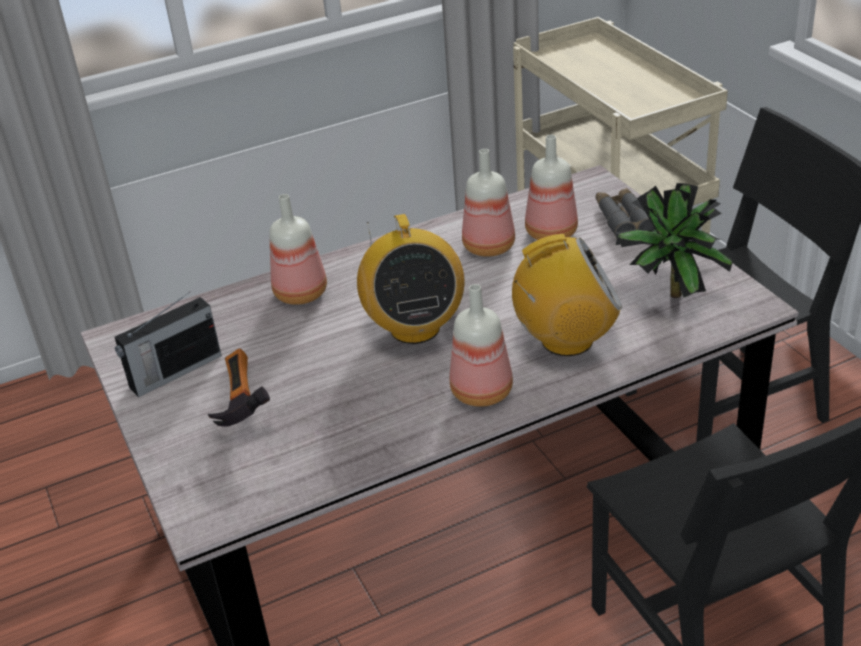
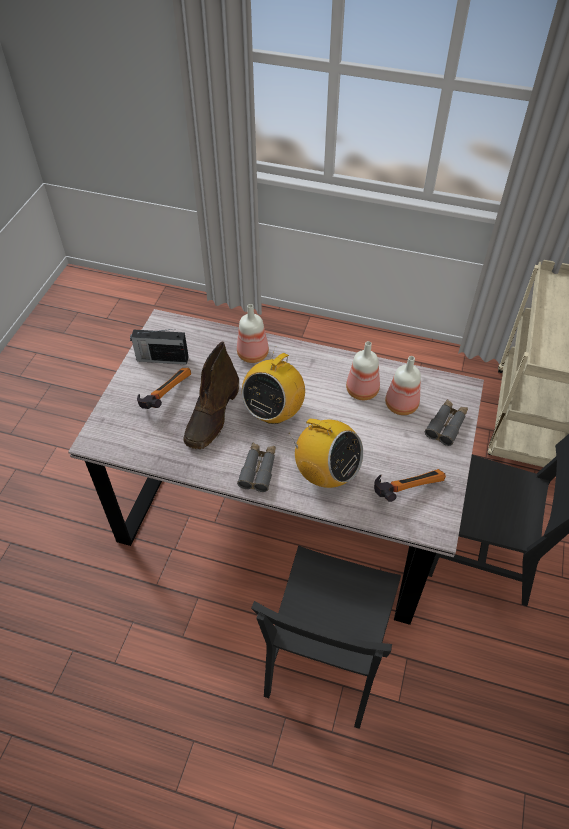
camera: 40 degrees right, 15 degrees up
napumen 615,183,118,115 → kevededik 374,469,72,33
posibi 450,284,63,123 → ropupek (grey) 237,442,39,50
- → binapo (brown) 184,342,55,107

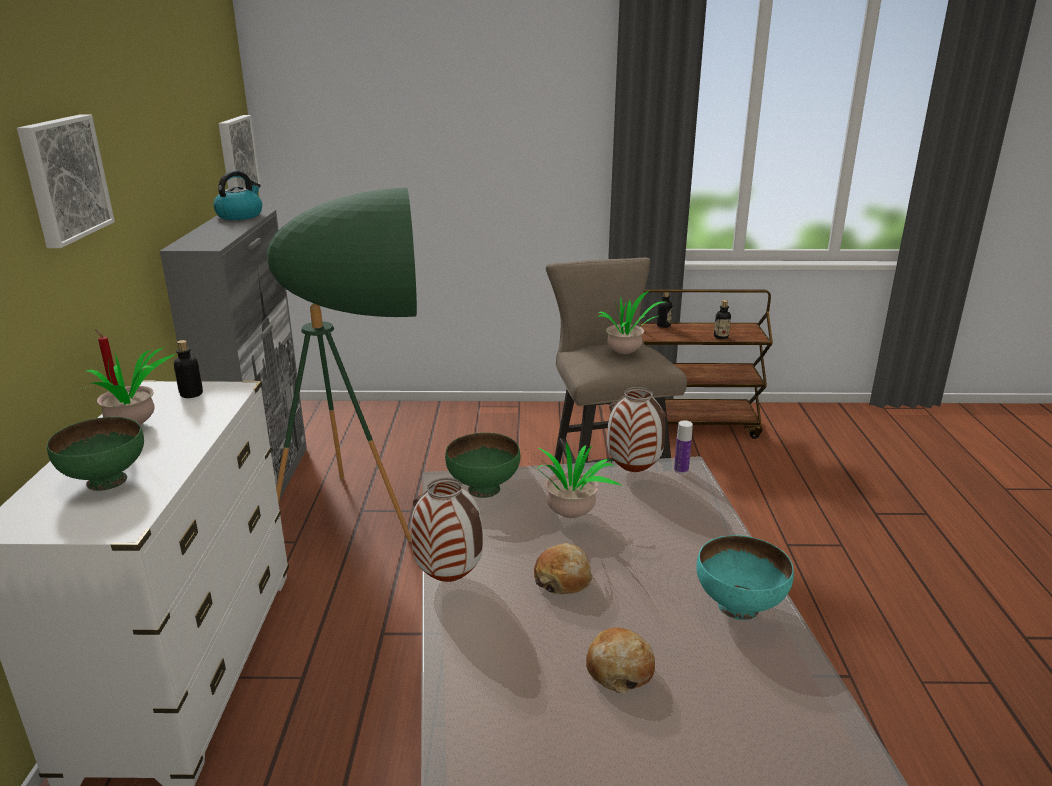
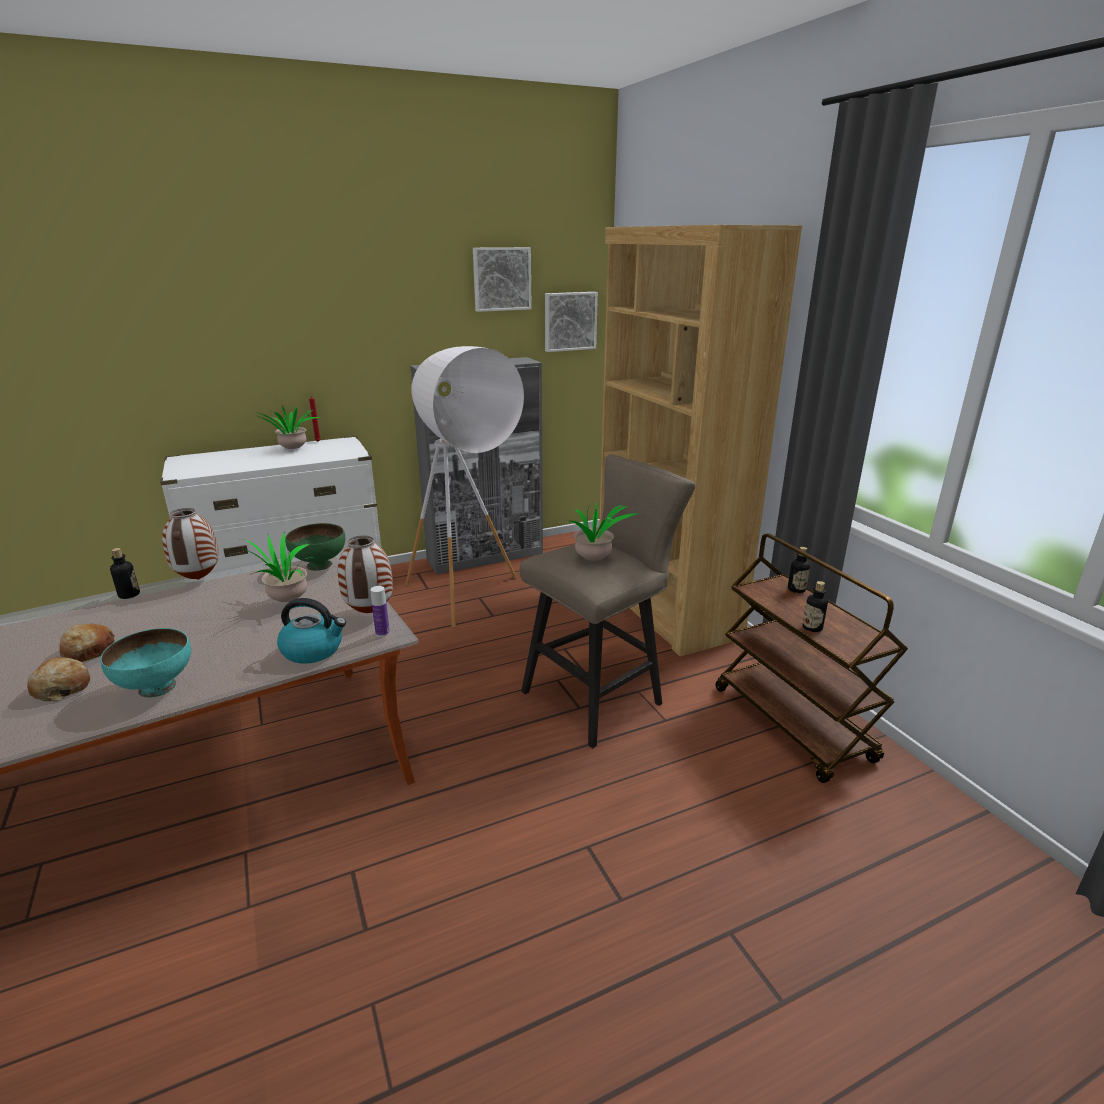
camera: 65 degrees right, 0 degrees up
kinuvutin 17,115,98,133 → kinuvutin 473,247,59,65, relocated
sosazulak 213,171,49,49 → sosazulak 277,598,69,66, relocated
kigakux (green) 267,188,150,354 → kigakux (white) 405,346,119,281
posibi 174,340,29,58 → posibi 110,548,30,51, relocated
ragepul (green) 47,417,97,74 → -
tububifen 534,543,59,51 → tububifen 27,657,63,45, relocated
- → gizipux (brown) 599,225,203,432

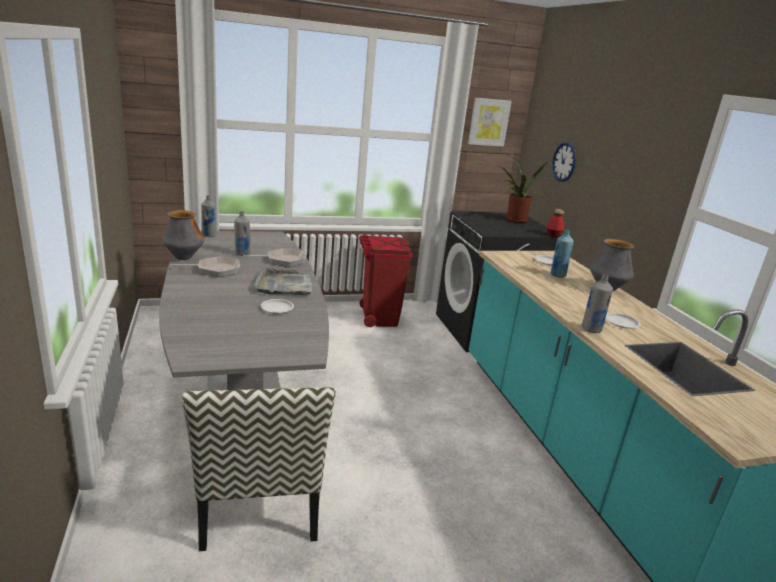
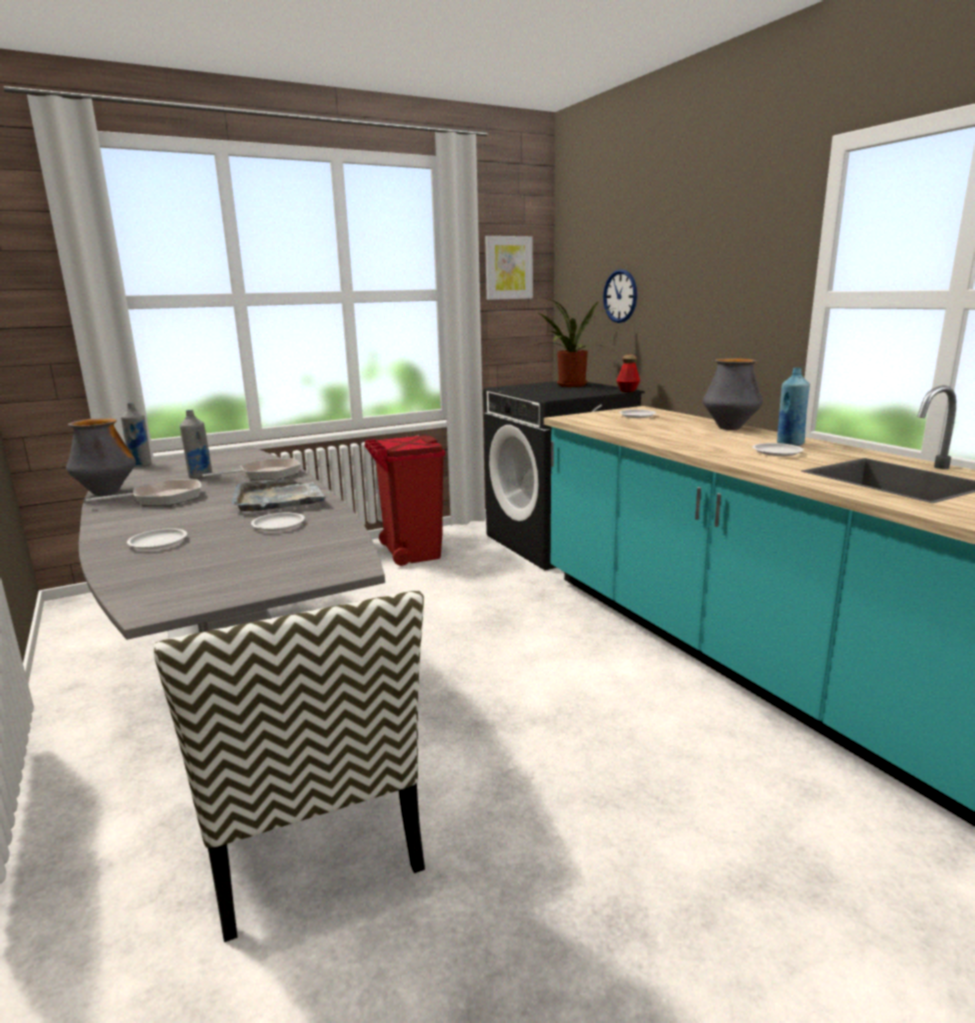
camera: 10 degrees left, 5 degrees down
posibi (blue) 550,230,24,48 → posibi (blue) 777,368,33,78, relocated
posibi (grey) 582,274,31,59 → -
- → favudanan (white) 127,528,60,21

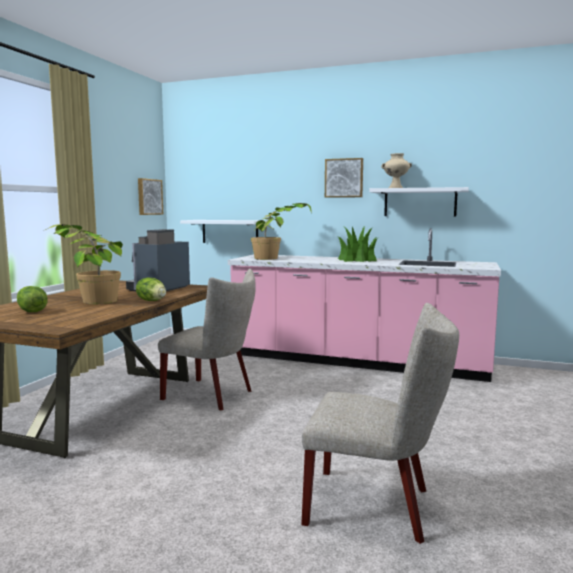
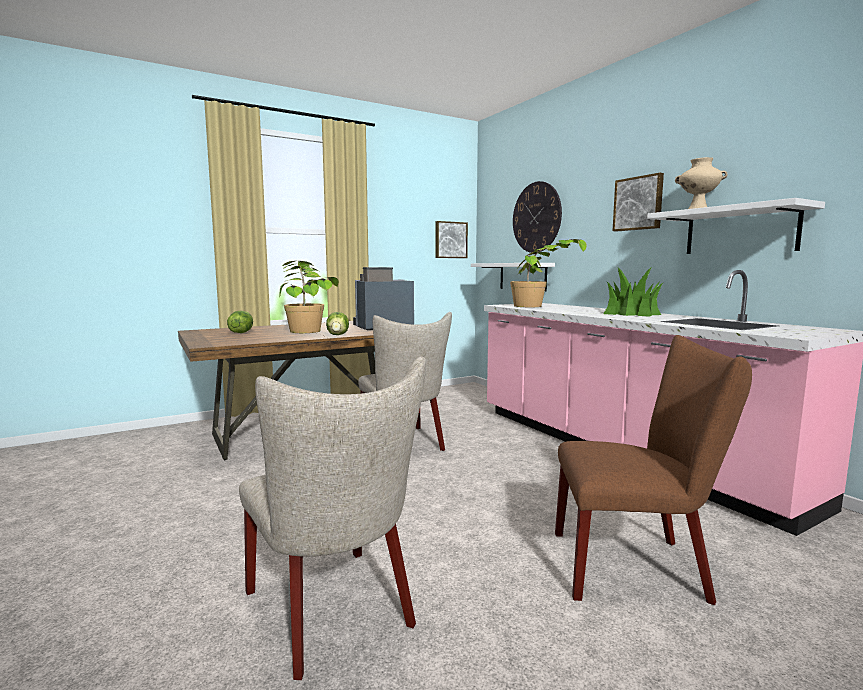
camera: 40 degrees right, 0 degrees up
- → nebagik 513,181,49,72
- → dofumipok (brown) 555,335,197,270

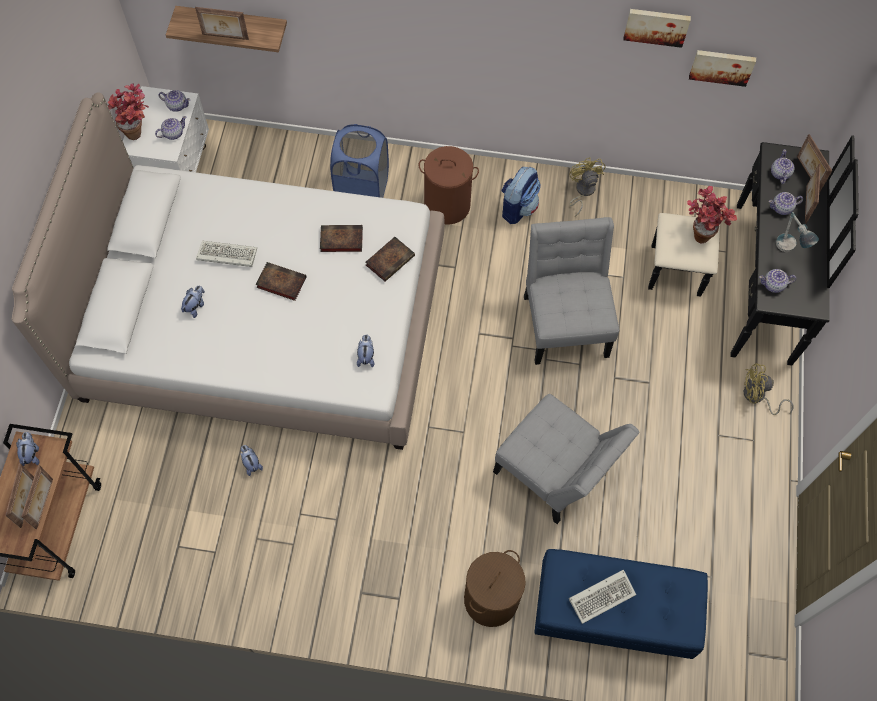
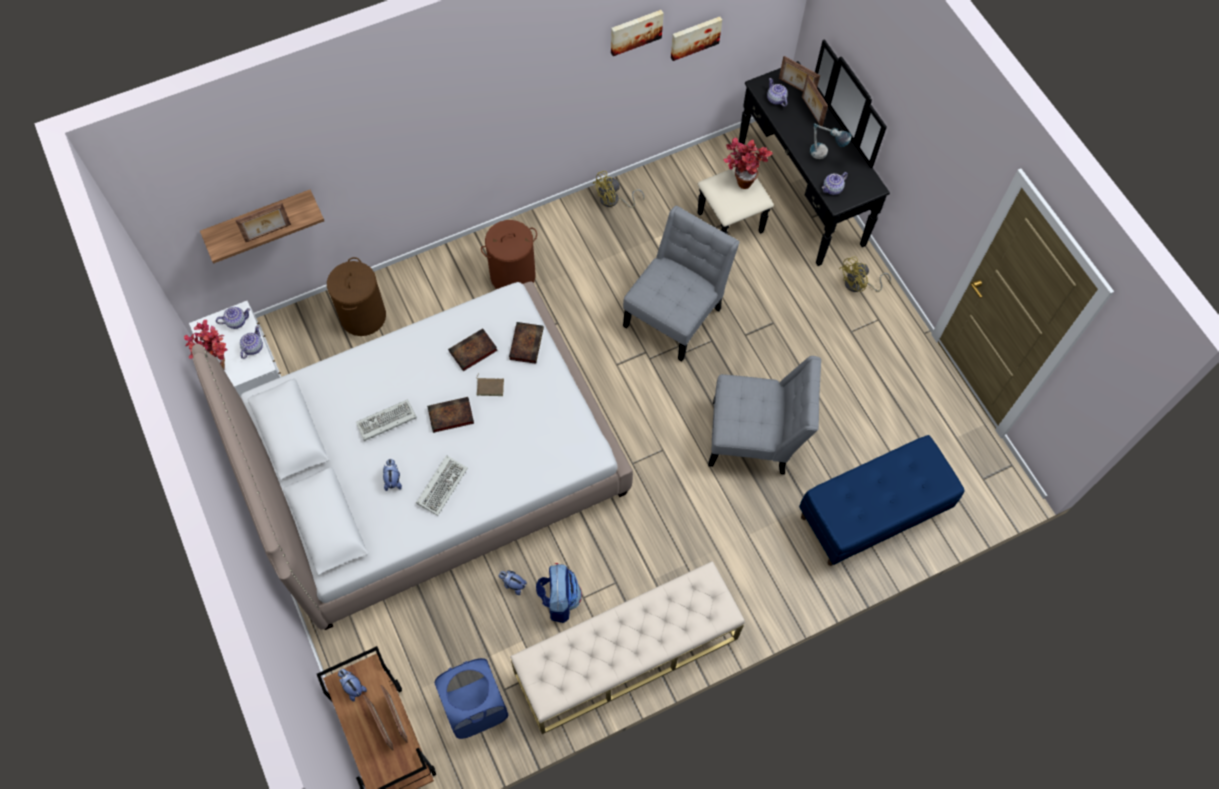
camera: 35 degrees left, 0 degrees up
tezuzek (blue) 330,124,59,74 → tezuzek (blue) 434,658,74,81, relocated
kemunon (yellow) 569,157,36,59 → kemunon (yellow) 593,171,51,37, 75 degrees counterclockwise
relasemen 501,167,40,57 → relasemen 536,563,46,60, relocated
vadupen 769,192,34,23 → -
dofumipok (grey) 524,217,95,148 → dofumipok (grey) 623,206,117,155, 75 degrees clockwise
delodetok 357,334,18,34 → -
tezuzek (brown) 464,550,62,77 → tezuzek (brown) 327,257,59,79, relocated
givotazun 569,570,67,54 → givotazun 416,455,52,61, relocated
- → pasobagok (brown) 477,373,27,23
- → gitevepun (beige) 510,561,235,173

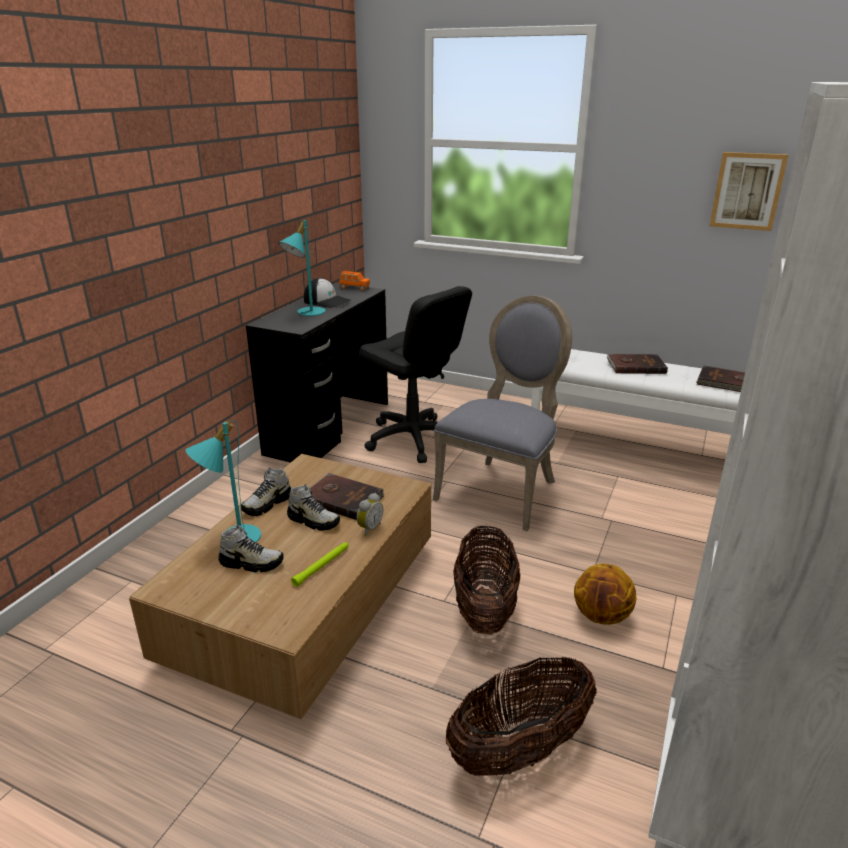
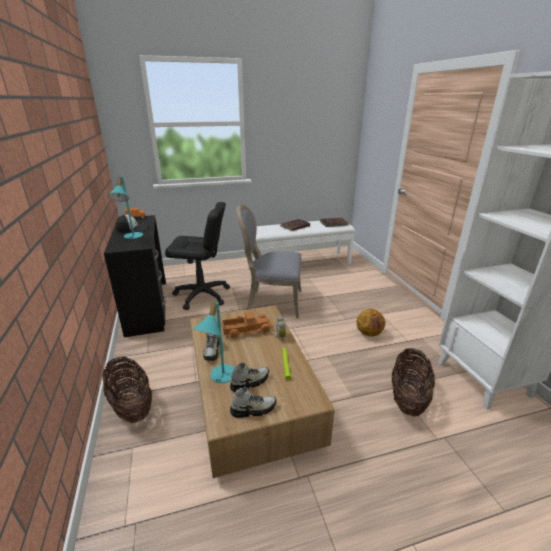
camera: 40 degrees left, 0 degrees up
kinuvutin 710,152,78,79 → -
dofumipok (grey) 433,296,139,235 → dofumipok (grey) 236,205,65,113, 75 degrees counterclockwise
pasobagok (brown) 310,473,75,47 → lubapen 222,311,50,28
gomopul 287,484,53,47 → gomopul 230,387,46,31, relocated
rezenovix 453,525,68,109 → rezenovix 102,356,50,67, relocated

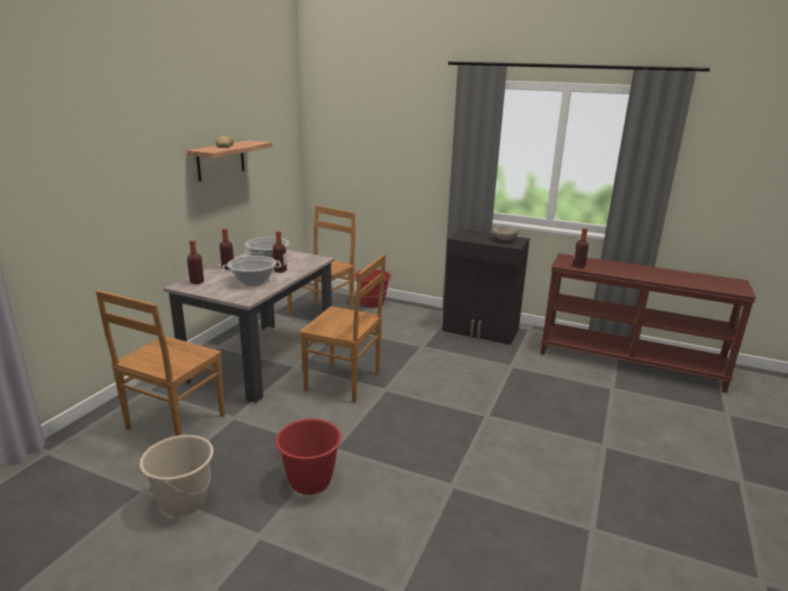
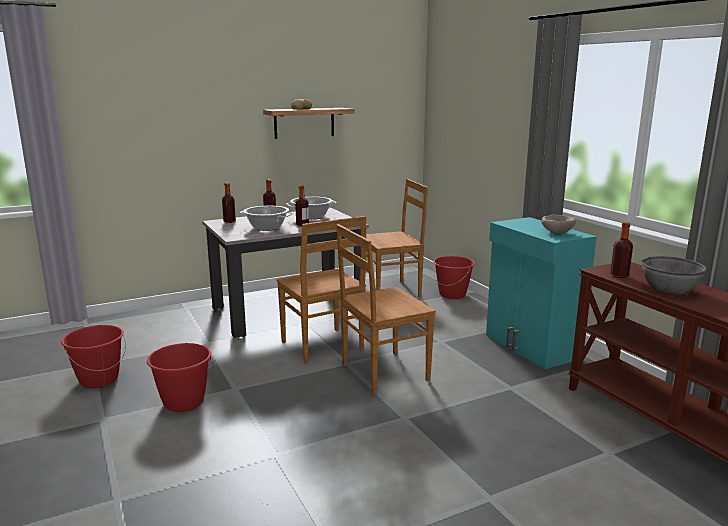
camera: 40 degrees right, 5 degrees down
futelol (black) 442,229,88,116 → futelol (turquoise) 486,217,111,152
dofumipok (brown) 96,290,129,146 → dofumipok (brown) 337,224,99,171, relocated
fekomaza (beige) 140,435,74,81 → fekomaza (red) 61,325,65,63
- → ragepul (grey) 641,256,66,39

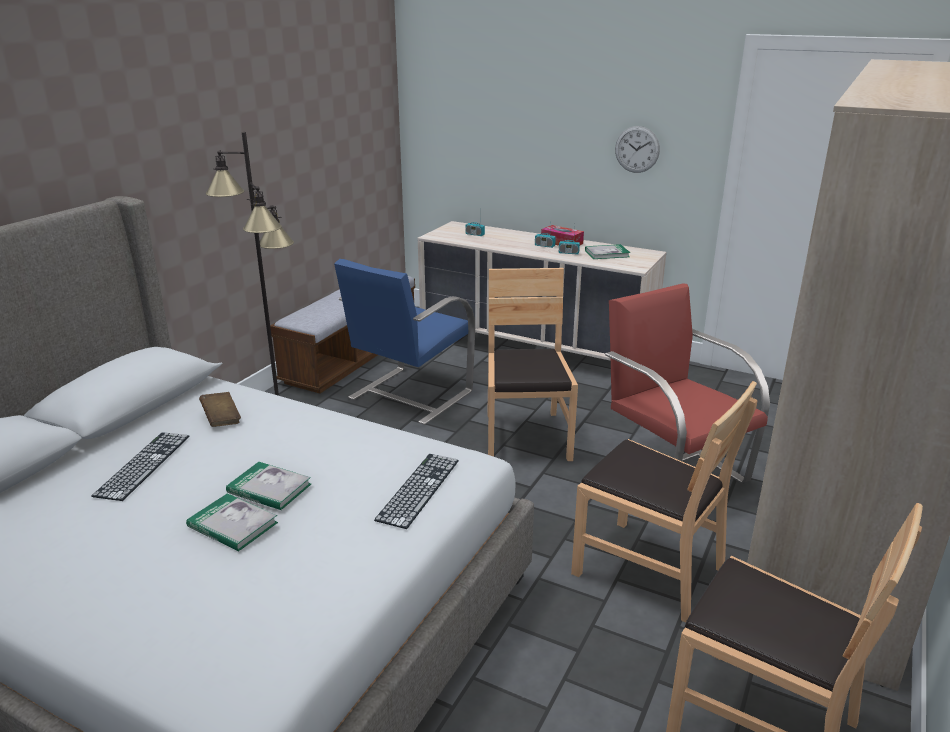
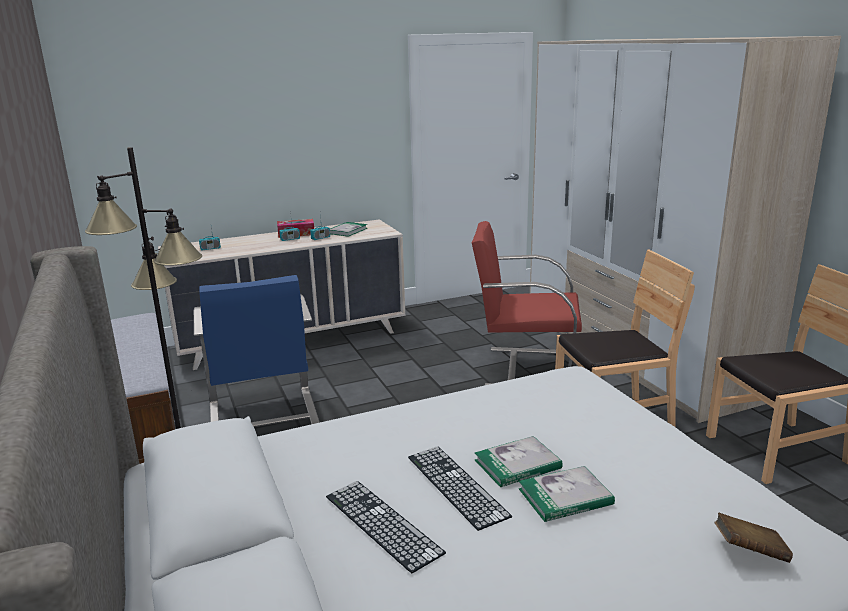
camera: 50 degrees left, 5 degrees down
nebagik 615,126,45,47 → -
dofumipok (brown) 487,268,91,193 → -
pasobagok (brown) 199,392,42,35 → pasobagok (brown) 714,512,79,51, relocated
givotazun 374,454,85,75 → givotazun 408,447,104,84, relocated

